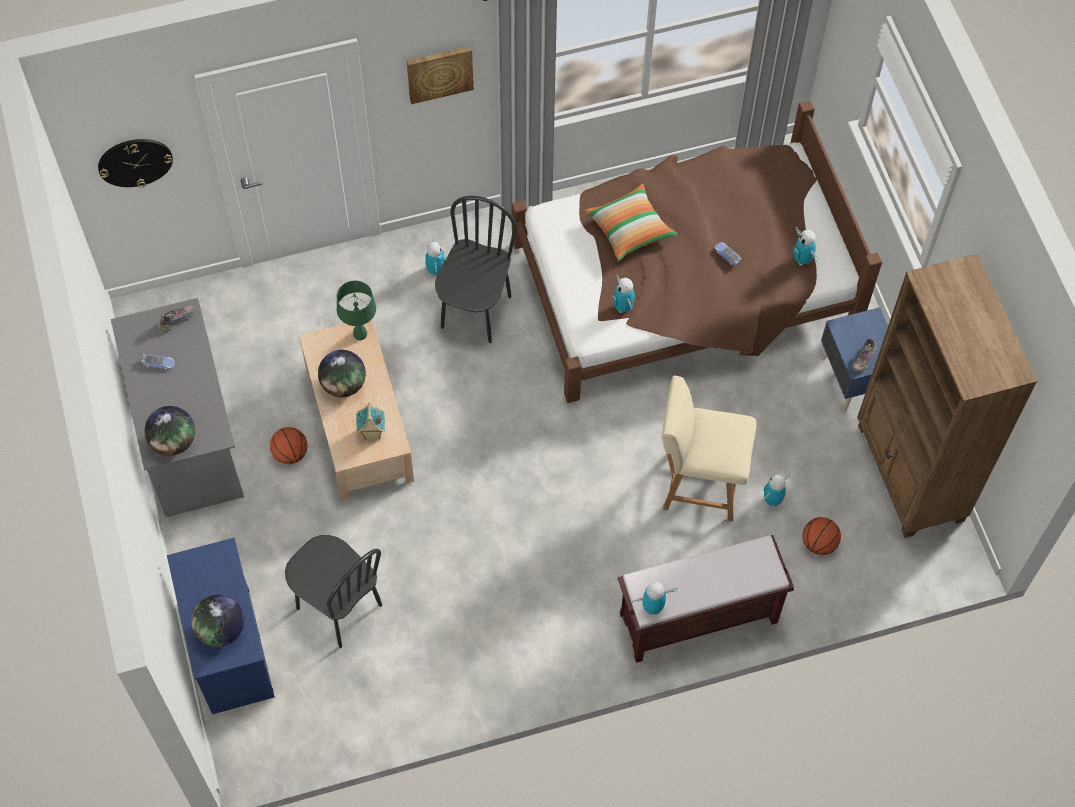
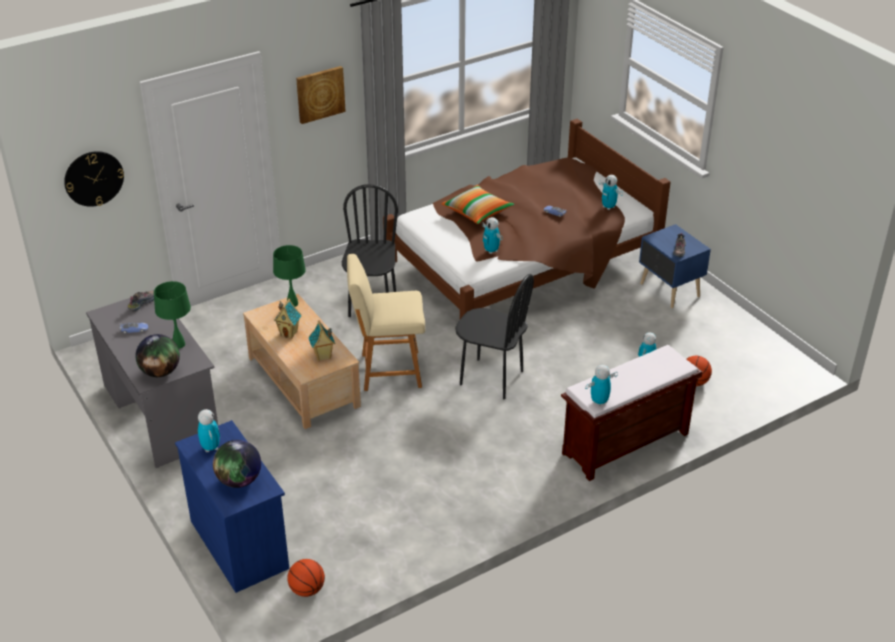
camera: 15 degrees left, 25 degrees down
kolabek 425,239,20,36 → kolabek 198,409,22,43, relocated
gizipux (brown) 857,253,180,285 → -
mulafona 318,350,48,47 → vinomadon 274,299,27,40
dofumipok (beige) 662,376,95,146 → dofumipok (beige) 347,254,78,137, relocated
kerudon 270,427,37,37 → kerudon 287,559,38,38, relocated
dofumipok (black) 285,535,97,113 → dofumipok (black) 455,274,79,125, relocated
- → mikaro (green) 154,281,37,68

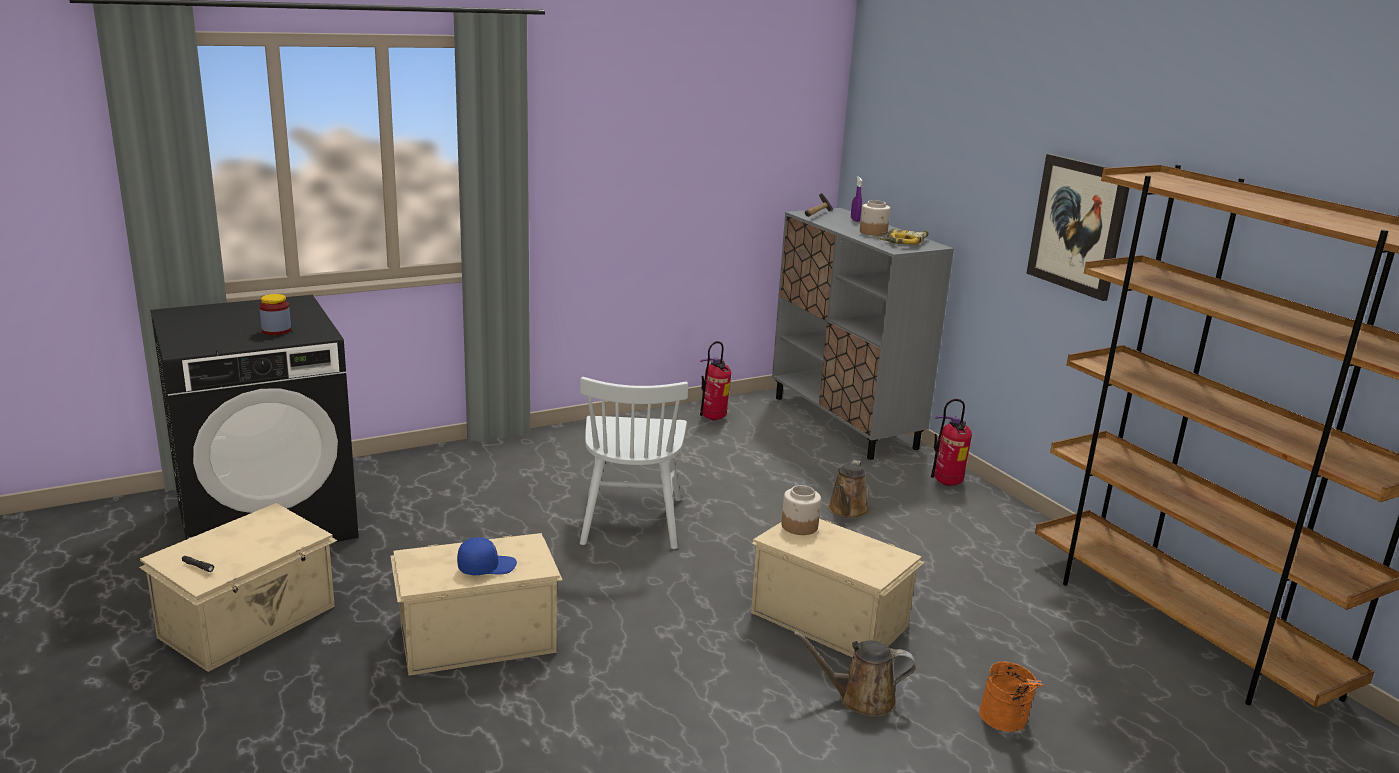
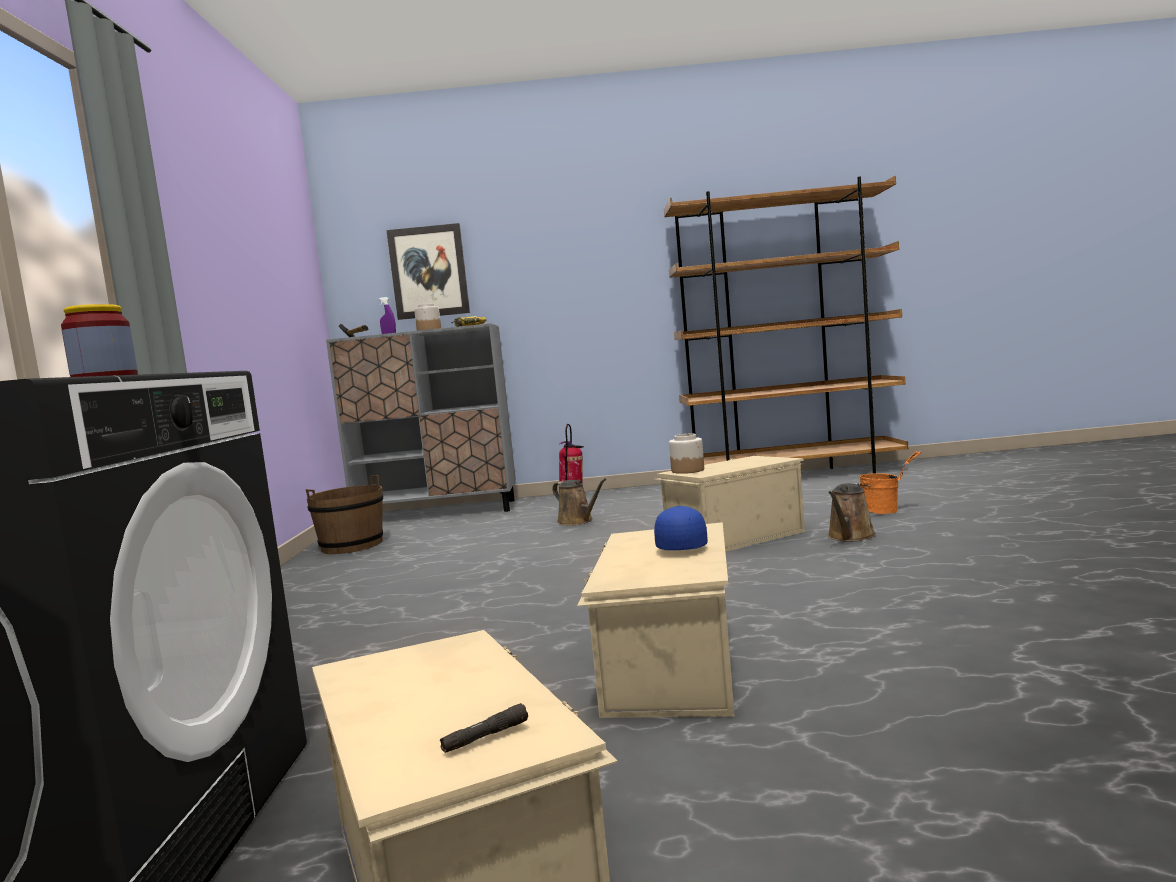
camera: 60 degrees left, 15 degrees down
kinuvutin 1026,154,103,147 → kinuvutin 386,223,84,97, relocated
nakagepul 700,341,31,79 → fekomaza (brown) 305,475,78,79
dofumipok (white) 580,377,108,172 → -

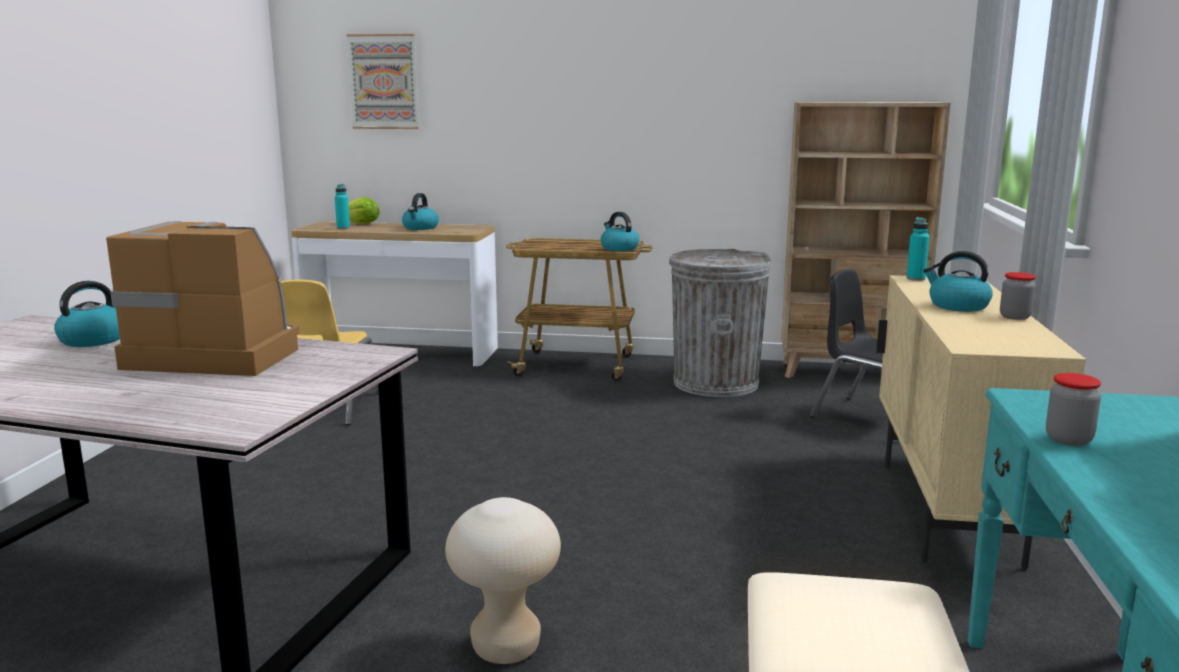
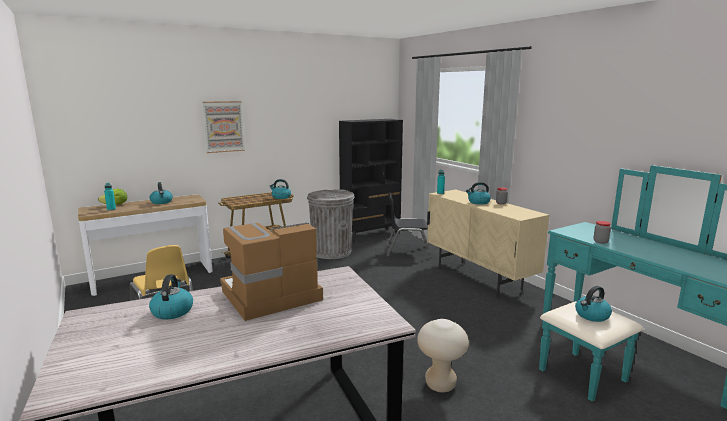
camera: 40 degrees left, 0 degrees up
kinuvutin 346,34,74,95 → kinuvutin 202,101,43,52, relocated
gizipux (beige) 781,102,170,276 → gizipux (black) 339,119,64,124
- → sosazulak 575,286,37,36

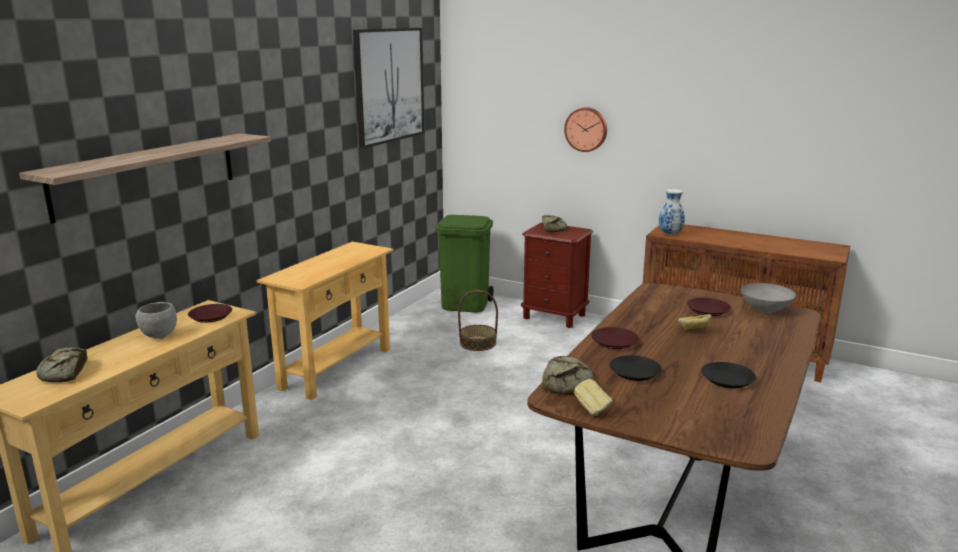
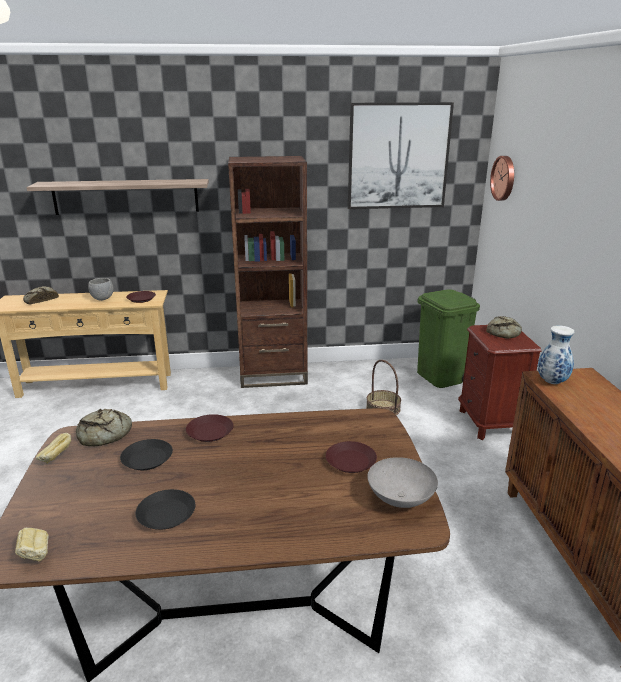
camera: 55 degrees right, 5 degrees up
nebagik 564,107,43,45 → nebagik 490,156,24,45, relocated
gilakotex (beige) 257,242,136,158 → gizipux (brown) 228,156,80,232
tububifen 678,314,34,16 → tububifen 15,528,34,34, relocated

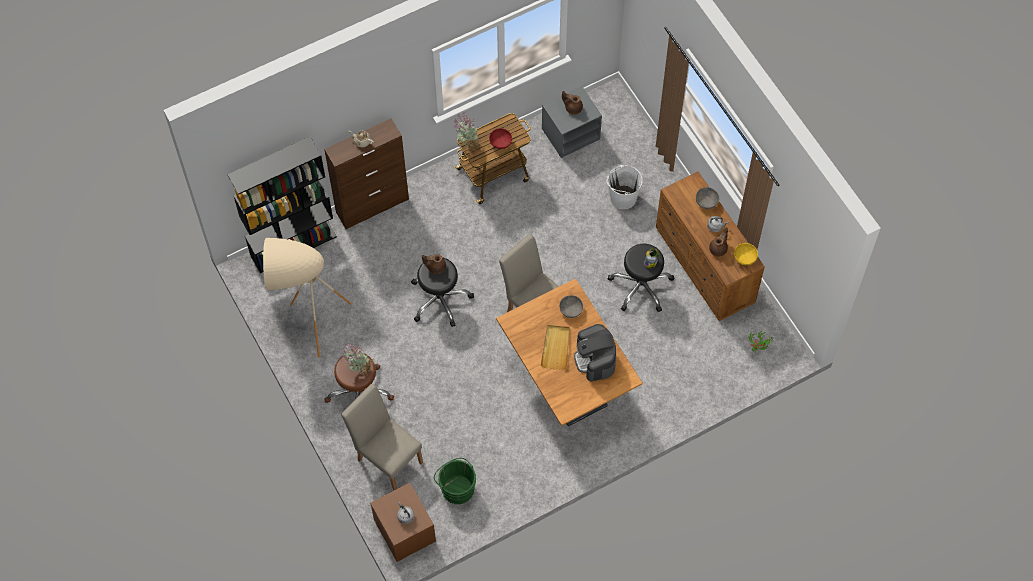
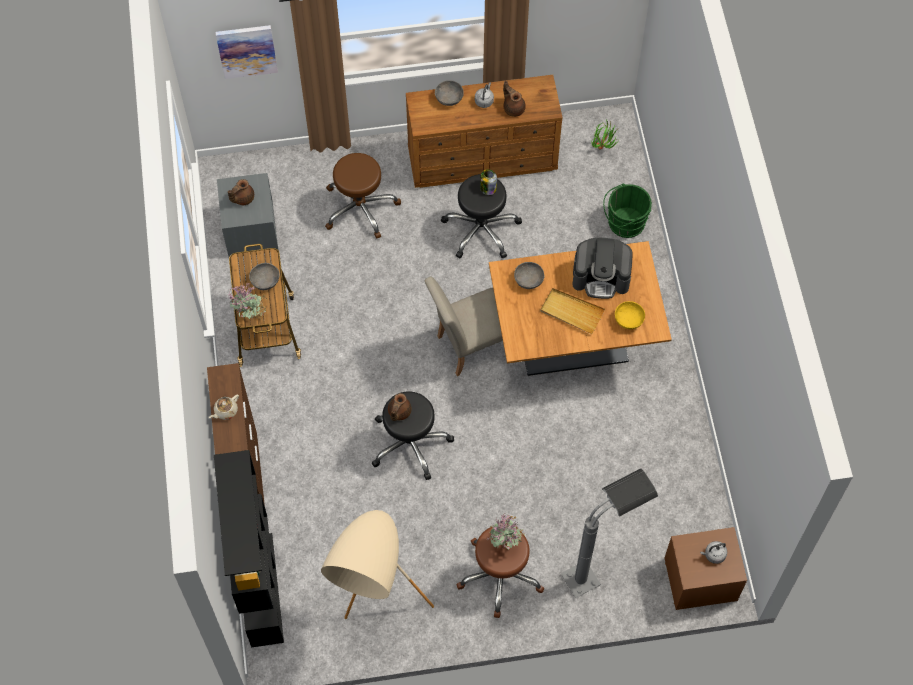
camera: 70 degrees left, 0 degrees up
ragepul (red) 489,128,23,21 → ragepul (grey) 249,263,30,27
fekomaza (white) 607,165,36,45 → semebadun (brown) 325,153,76,85
ragepul (yellow) 734,243,24,22 → ragepul (yellow) 615,301,30,28, relocated
dofumipok (beige) 341,384,82,106 → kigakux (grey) 561,469,97,129
fekomaza (green) 434,458,42,47 → fekomaza (green) 603,183,49,55, relocated
- → kinuvutin 216,25,62,54

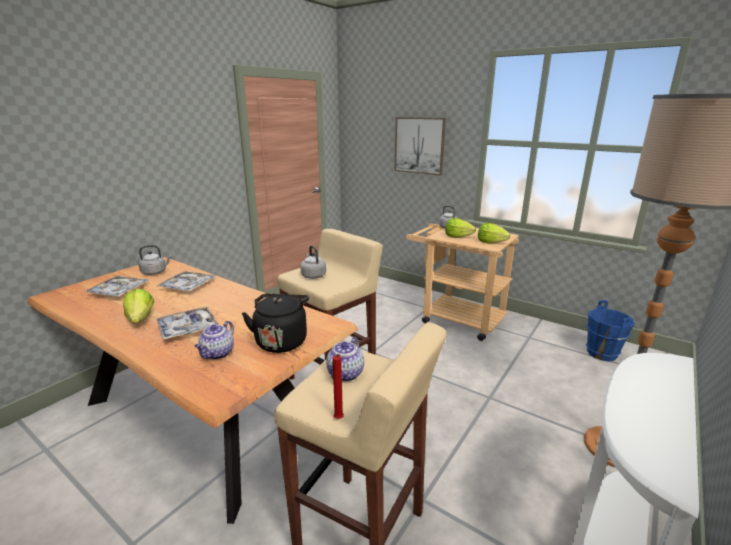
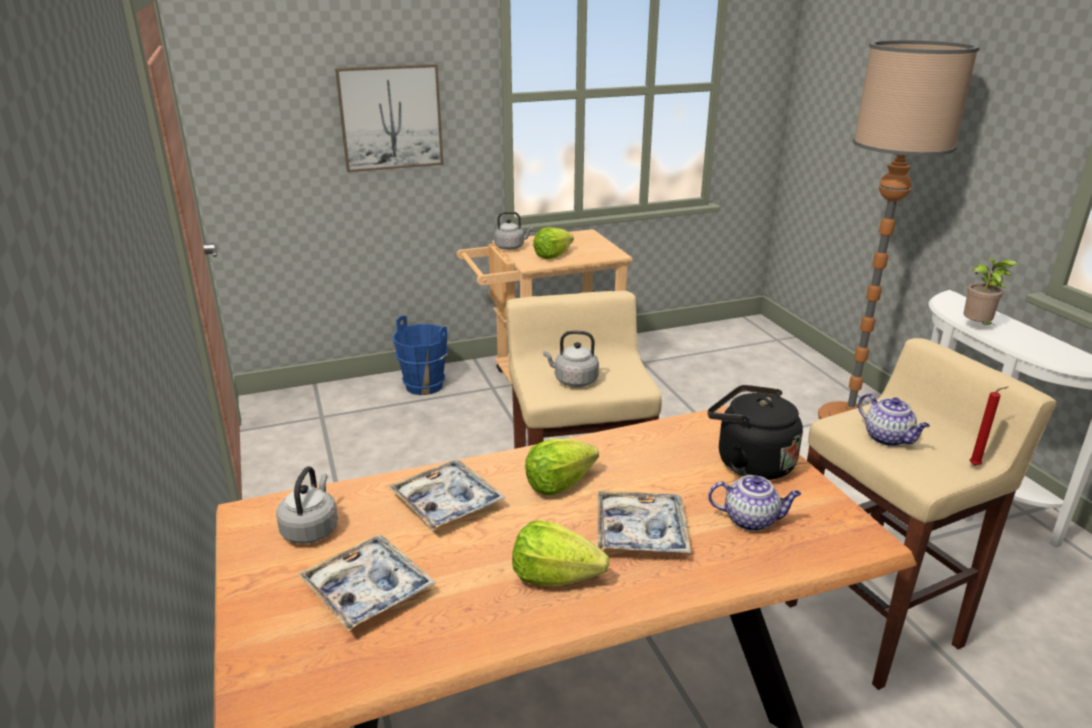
camera: 55 degrees left, 5 degrees up
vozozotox 478,223,33,21 → vozozotox 525,439,74,57, relocated
fekomaza (blue) 586,300,49,61 → fekomaza (blue) 392,316,56,79, relocated
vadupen 195,321,39,39 → vadupen 708,475,93,56, 45 degrees counterclockwise
- → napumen 963,258,55,69

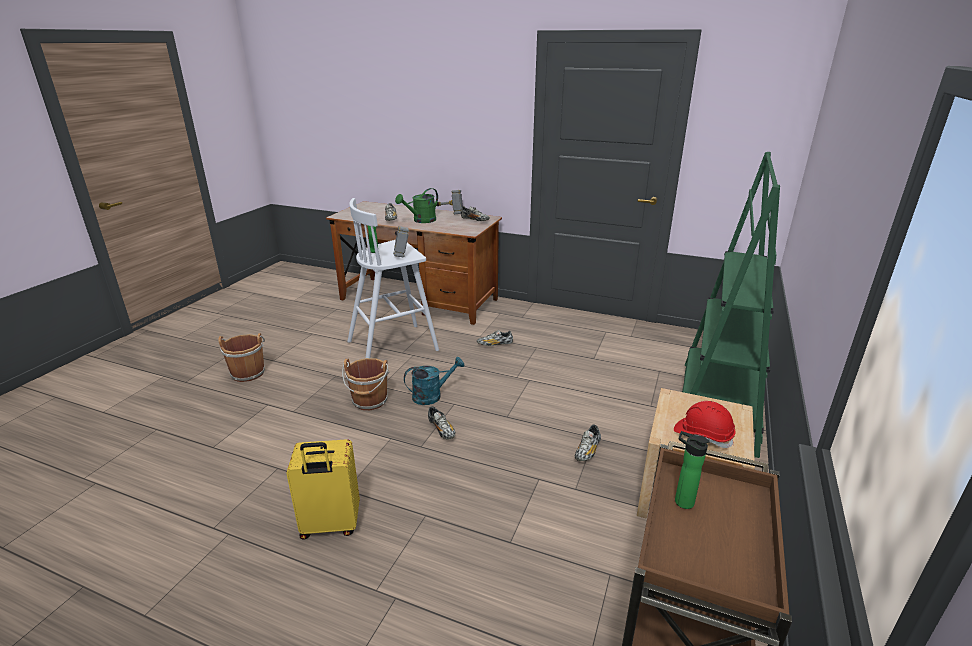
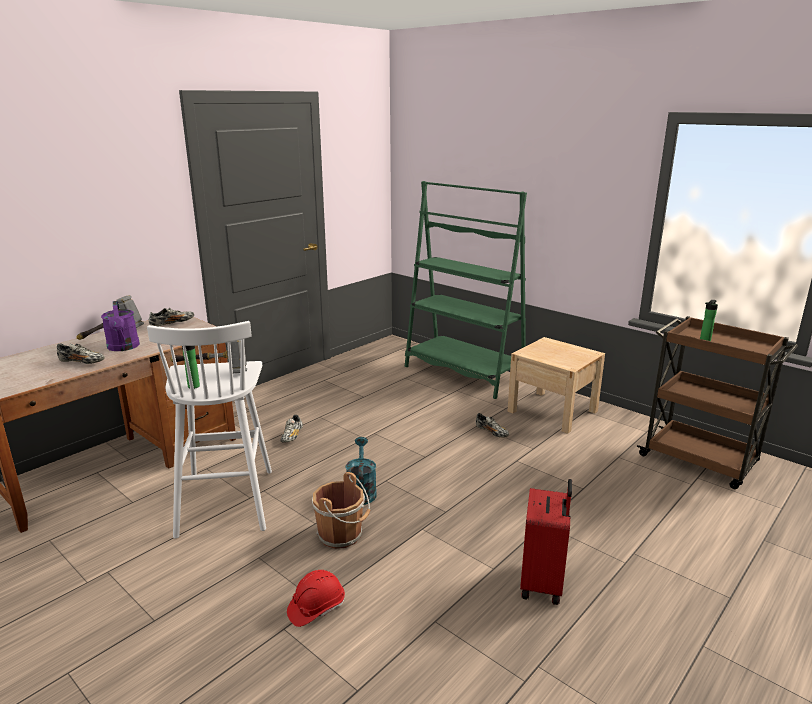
camera: 70 degrees left, 5 degrees down
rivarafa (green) 395,188,43,35 → rivarafa (purple) 101,301,39,50
fekomaza (brown) 218,333,47,49 → -
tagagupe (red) 674,401,62,47 → tagagupe (red) 287,570,58,57, relocated
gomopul 428,406,28,34 → -
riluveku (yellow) 286,439,74,101 → riluveku (red) 520,479,52,126

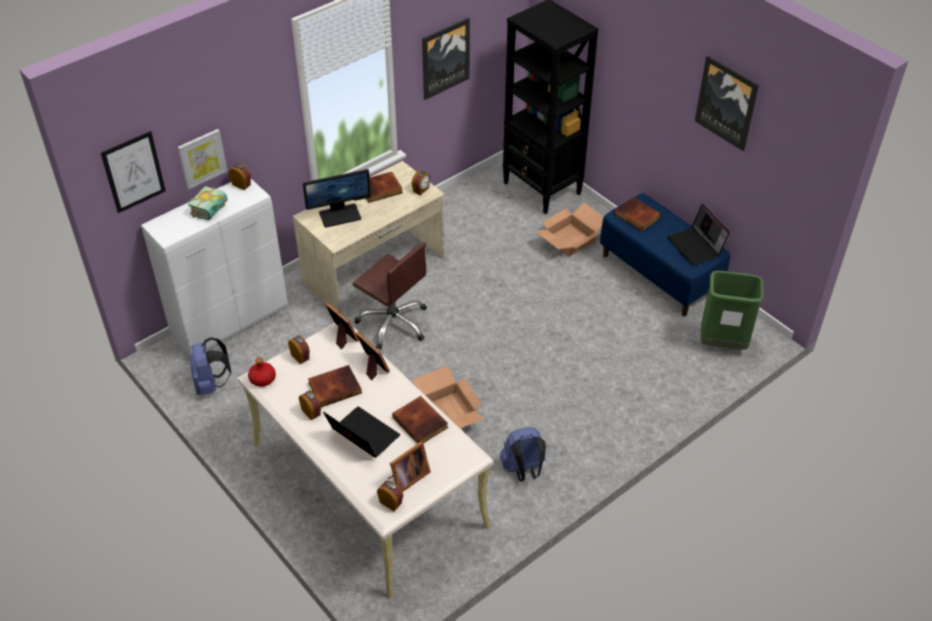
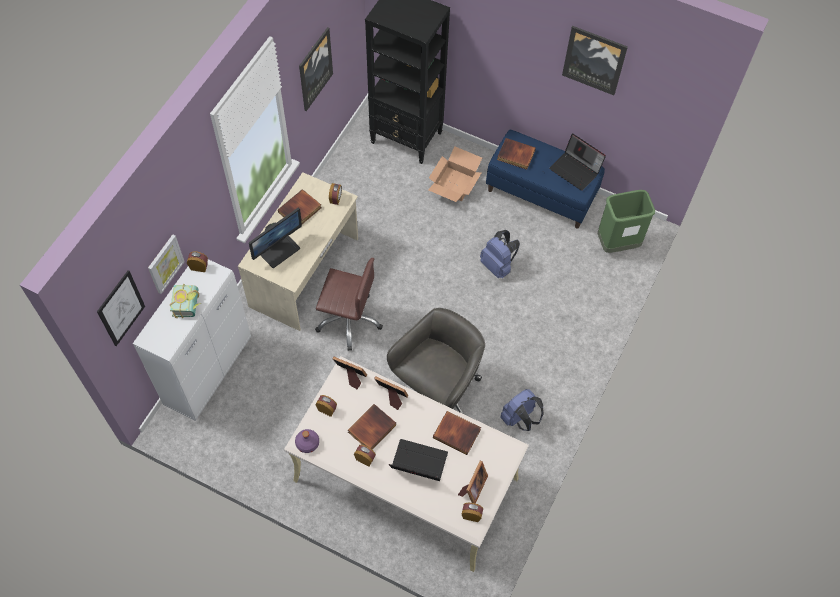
camera: 25 degrees left, 15 degrees up
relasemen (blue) 189,337,42,58 → relasemen (blue) 480,230,40,48, relocated
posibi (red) 248,357,28,30 → posibi (purple) 295,429,24,24
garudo 412,365,72,63 → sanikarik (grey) 387,308,98,105

